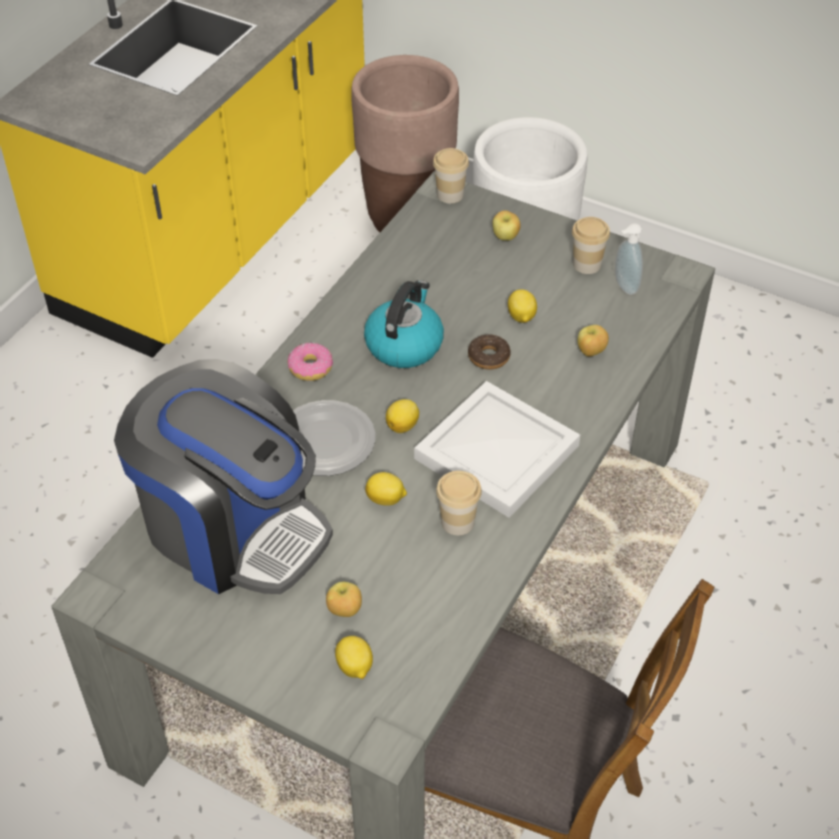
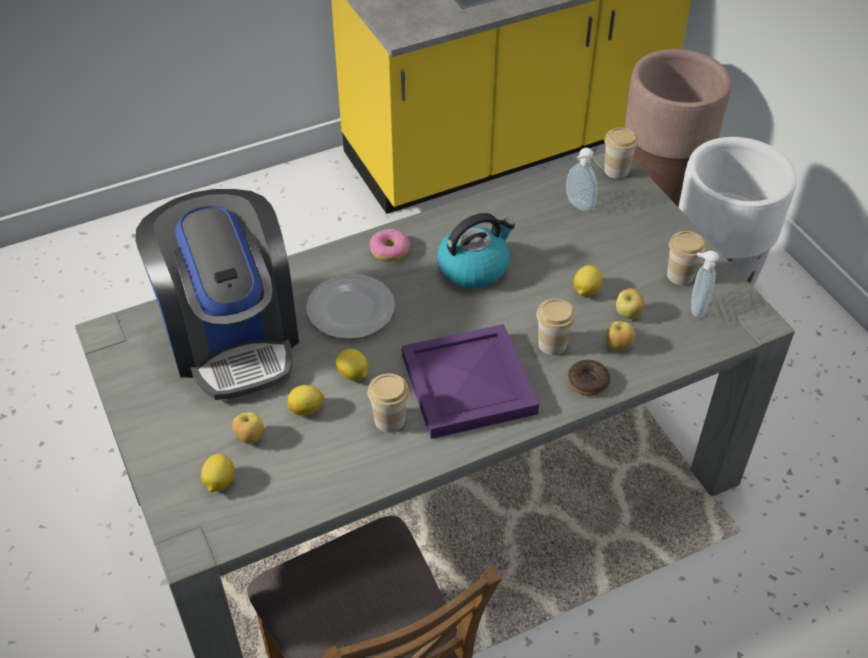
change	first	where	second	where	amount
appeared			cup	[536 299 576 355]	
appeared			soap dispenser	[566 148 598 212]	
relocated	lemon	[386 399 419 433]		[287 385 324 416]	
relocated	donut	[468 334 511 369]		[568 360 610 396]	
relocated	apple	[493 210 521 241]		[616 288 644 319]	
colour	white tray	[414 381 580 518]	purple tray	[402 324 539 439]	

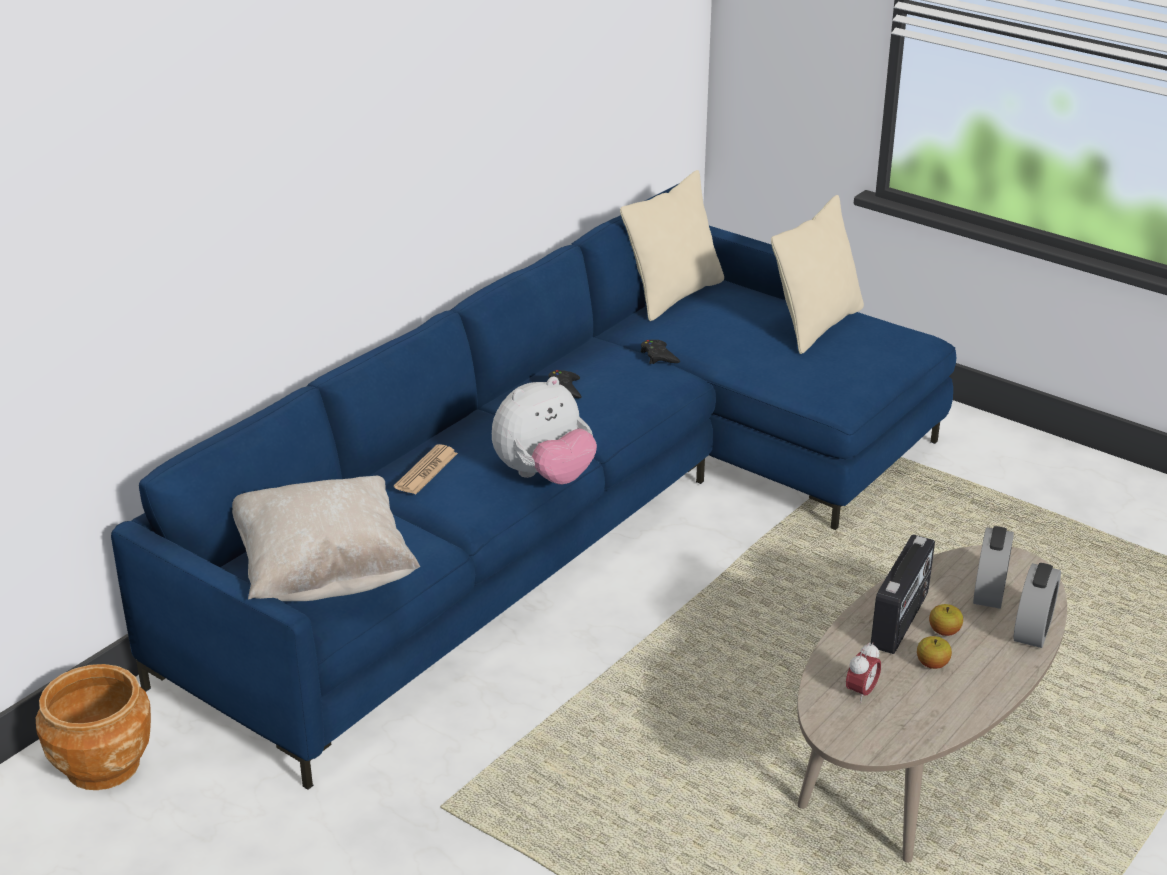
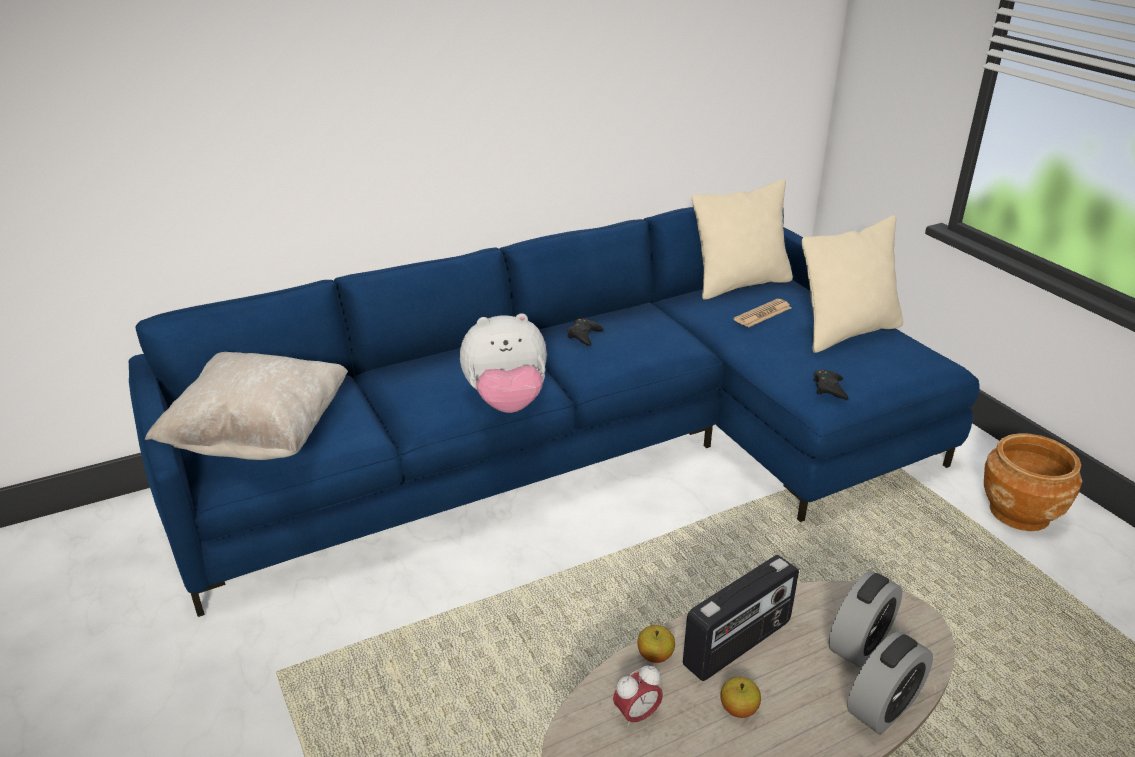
change	first	where	second	where	amount
relocated	brown planter	[36 664 151 790]		[984 433 1082 531]	
relocated	newspaper	[394 444 458 494]		[734 299 791 328]	
relocated	black game controller	[641 340 680 364]		[813 370 849 399]	
relocated	apple	[929 604 963 636]		[637 625 675 663]	

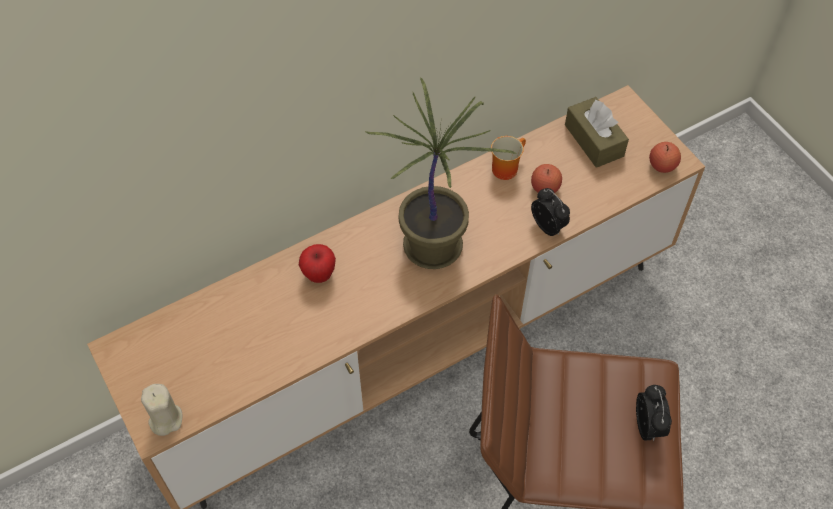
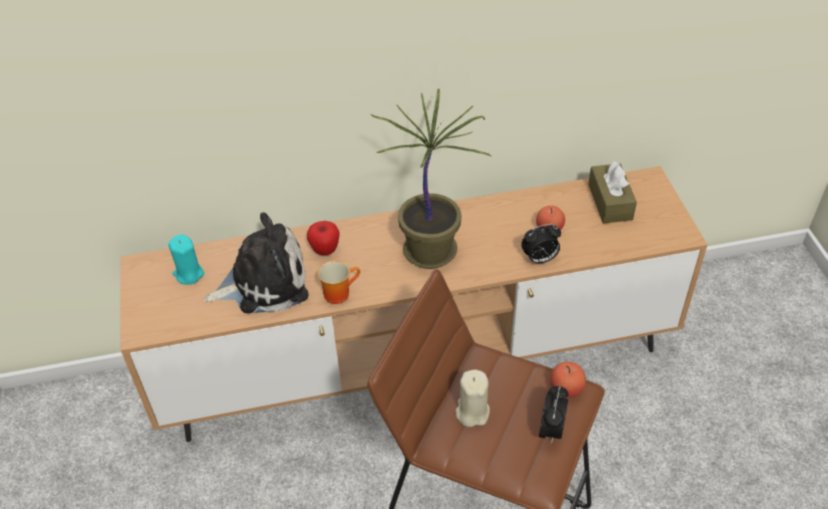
change	first	where	second	where	amount
appeared			turquoise candle	[168 235 204 285]	
appeared			plush toy	[204 212 309 313]	
relocated	beige candle	[141 384 182 436]		[455 370 490 427]	
relocated	mug	[491 136 526 180]		[318 260 360 304]	
relocated	apple	[649 142 681 173]		[551 362 586 398]	
spun	alarm clock	[531 188 570 236]		[521 224 561 263]	90 degrees clockwise

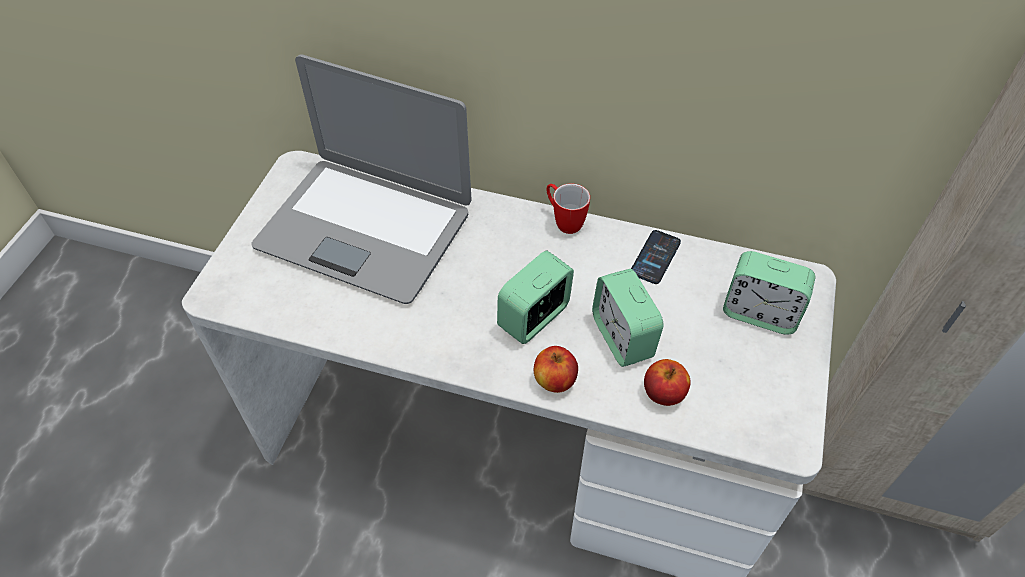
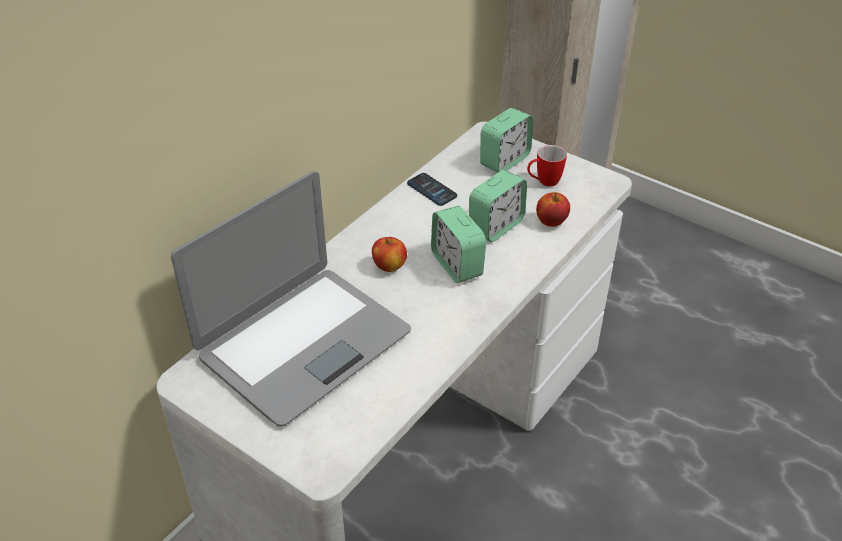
change	first	where	second	where	amount
relocated	apple	[534 346 578 393]		[372 237 407 272]	
relocated	mug	[546 183 590 234]		[527 145 567 186]	
spun	alarm clock	[592 269 663 367]		[469 170 527 242]	45 degrees counterclockwise

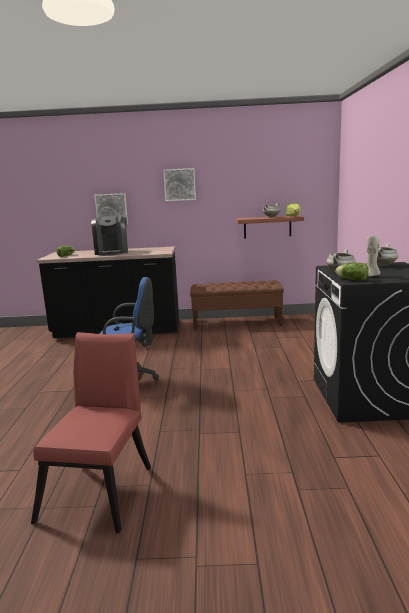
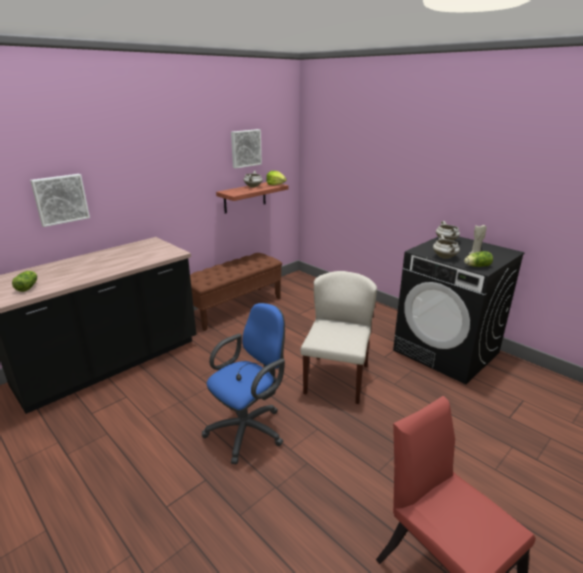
change	first	where	second	where	amount
missing	coffee machine	[91 216 128 256]			
appeared			beige chair	[300 271 377 404]	
relocated	picture	[163 168 196 201]		[231 129 262 169]	

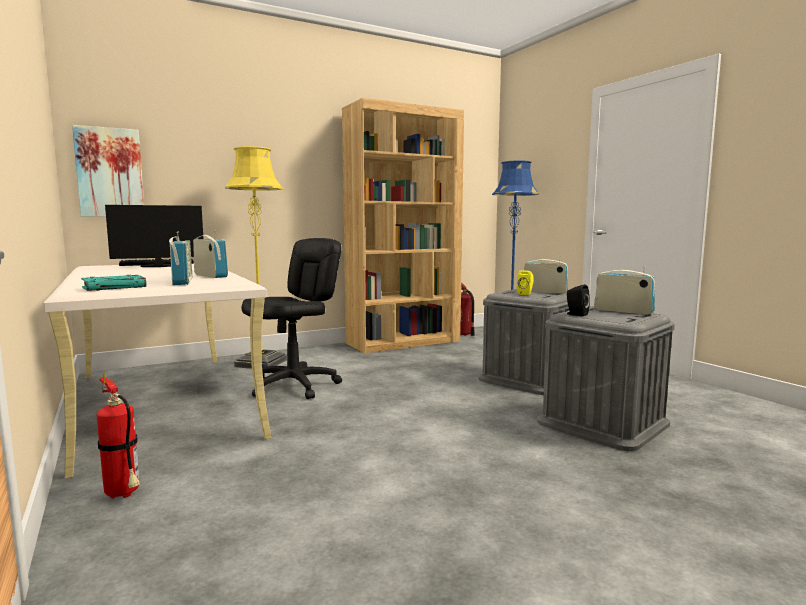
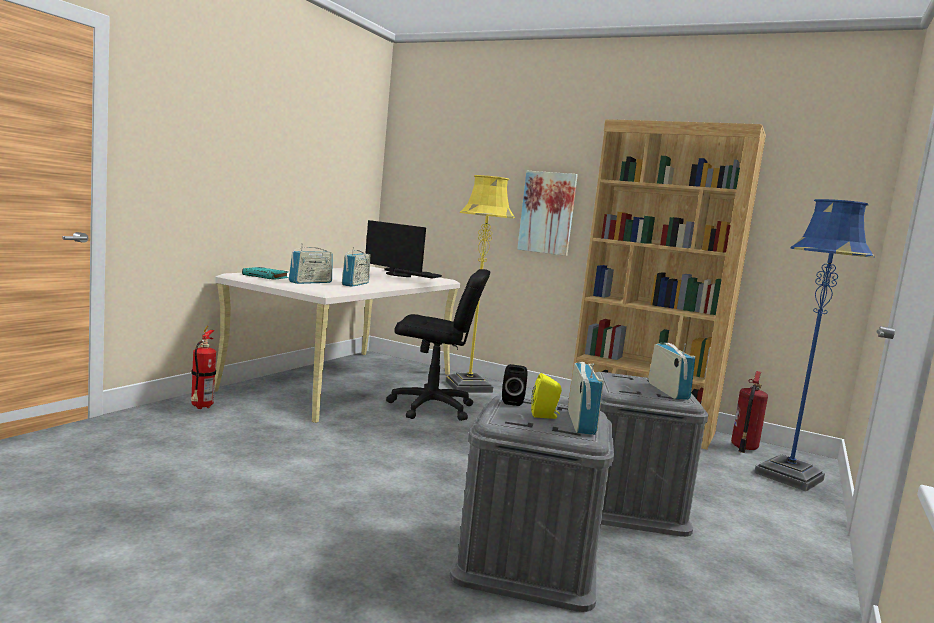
change	first	where	second	where	amount
relocated	picture	[72 125 144 217]		[517 171 578 256]	
relocated	yellow speaker	[517 270 534 295]		[531 373 562 419]	

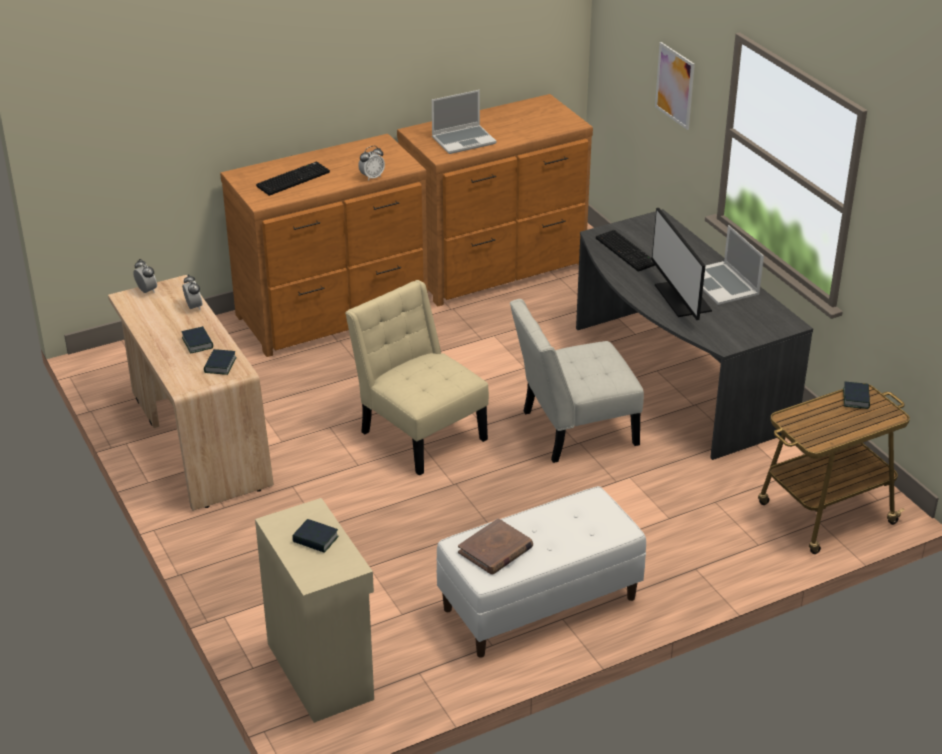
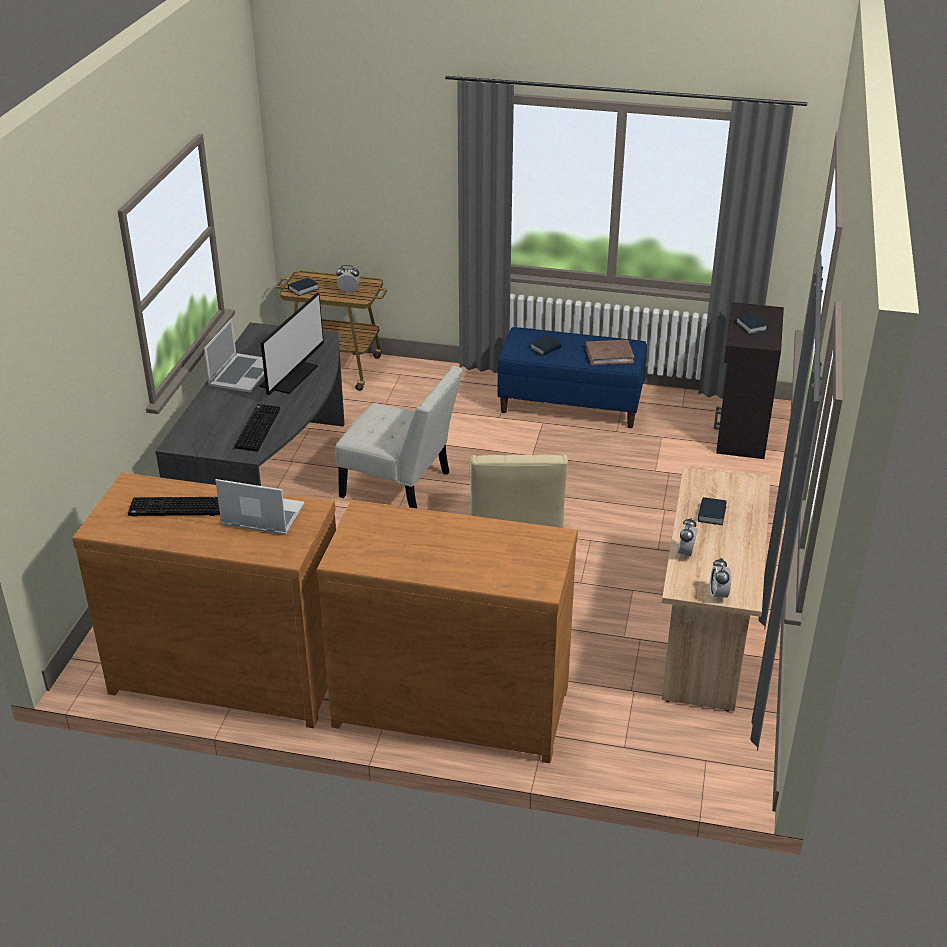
change	first	where	second	where	amount
missing	picture	[655 42 695 130]			
relocated	book	[204 349 237 375]		[530 335 562 356]	
relocated	keyboard	[256 162 330 196]		[128 497 220 516]	
relocated	alarm clock	[358 146 385 181]		[337 265 360 294]	
colour	beige cabinet	[255 498 374 723]	black cabinet	[714 302 784 459]	
colour	white bench	[436 486 646 658]	blue bench	[497 327 647 428]	

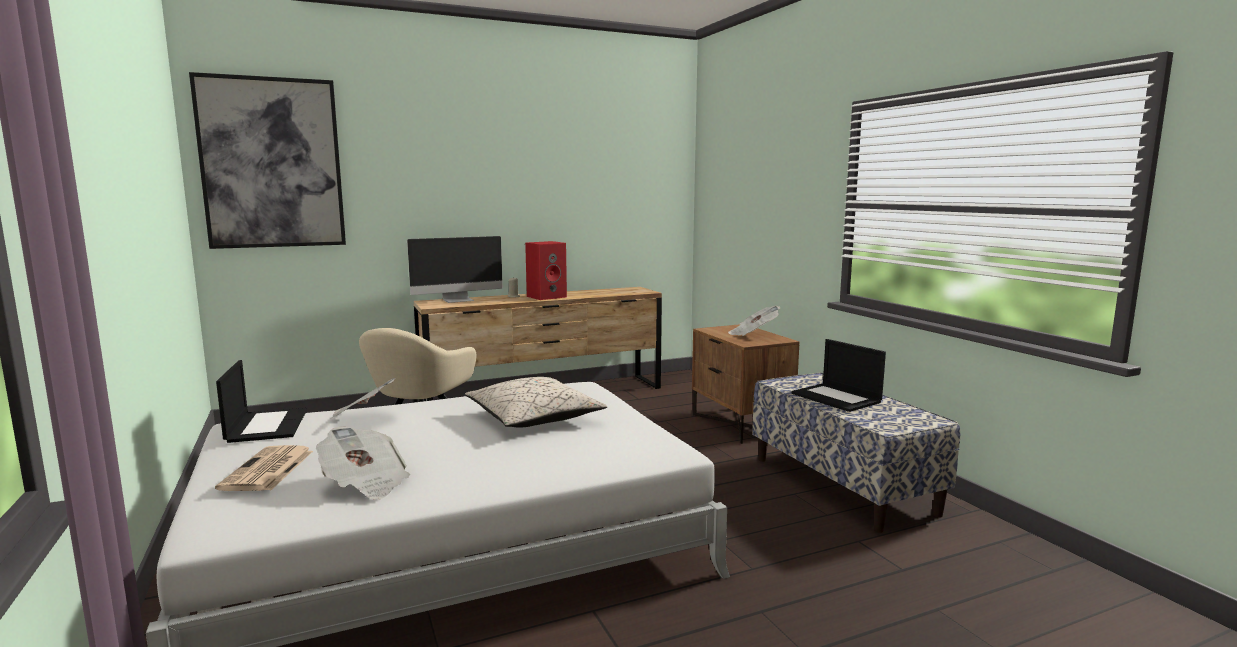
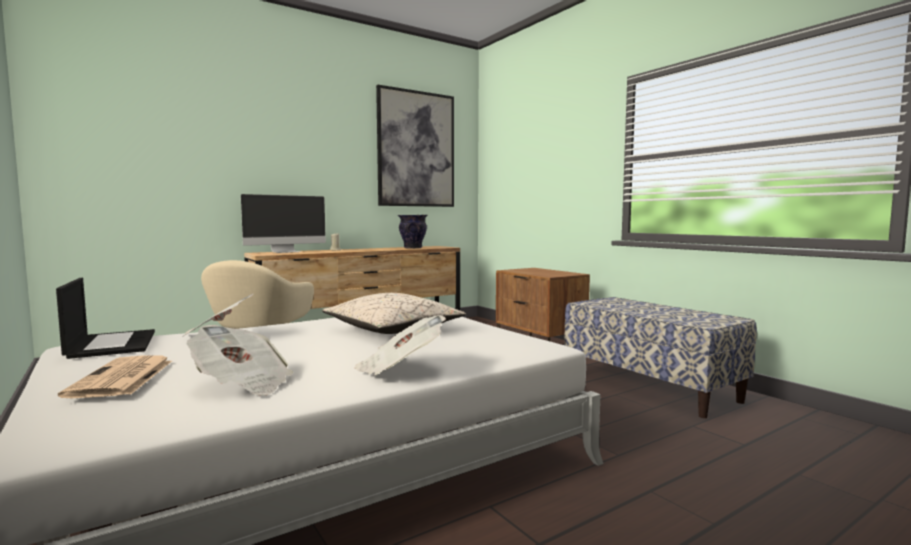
change	first	where	second	where	amount
missing	red speaker	[525 241 567 300]			
missing	laptop	[791 339 886 412]			
appeared			vase	[398 215 427 249]	
relocated	picture	[189 72 346 249]		[376 85 454 207]	
relocated	newspaper	[728 306 780 336]		[355 315 446 375]	

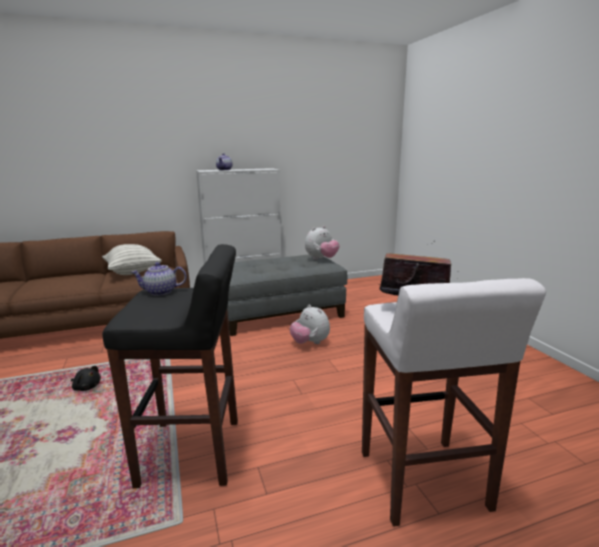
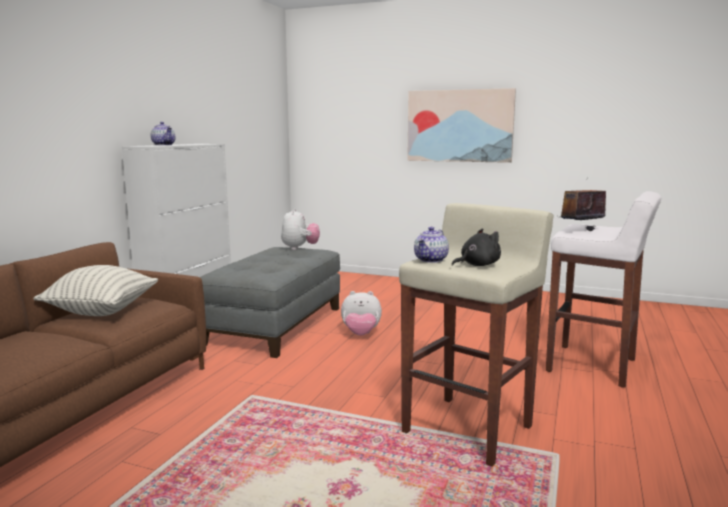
change	first	where	second	where	amount
appeared			picture	[407 88 516 163]	
relocated	black plush toy	[71 366 101 391]		[452 229 501 266]	
colour	black stool	[102 244 238 488]	beige stool	[399 203 554 467]	

